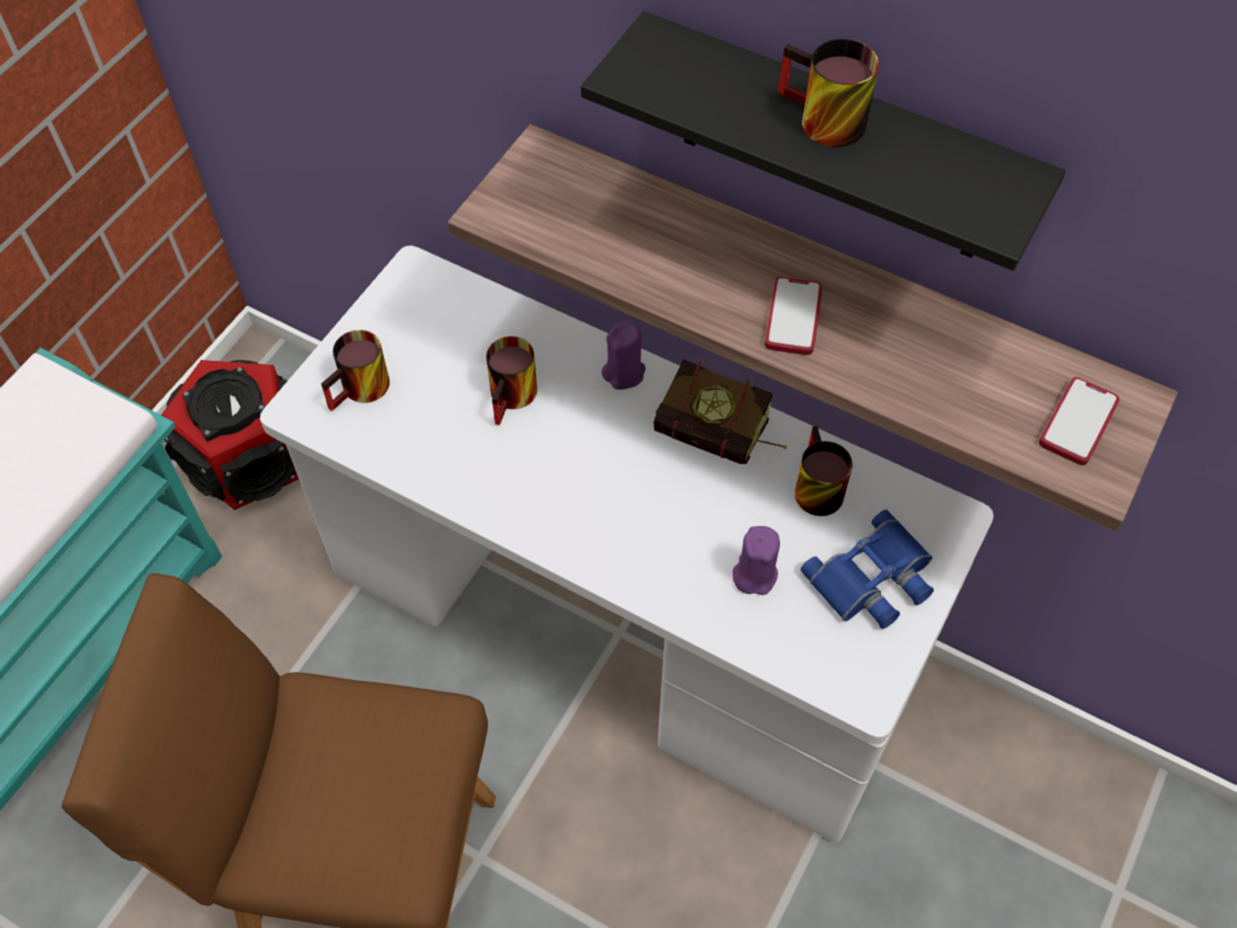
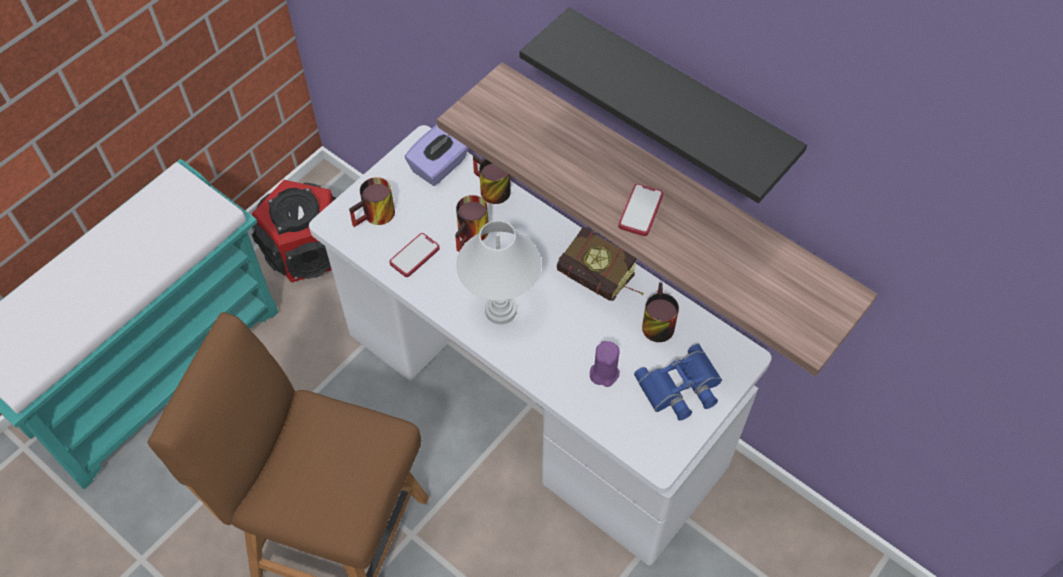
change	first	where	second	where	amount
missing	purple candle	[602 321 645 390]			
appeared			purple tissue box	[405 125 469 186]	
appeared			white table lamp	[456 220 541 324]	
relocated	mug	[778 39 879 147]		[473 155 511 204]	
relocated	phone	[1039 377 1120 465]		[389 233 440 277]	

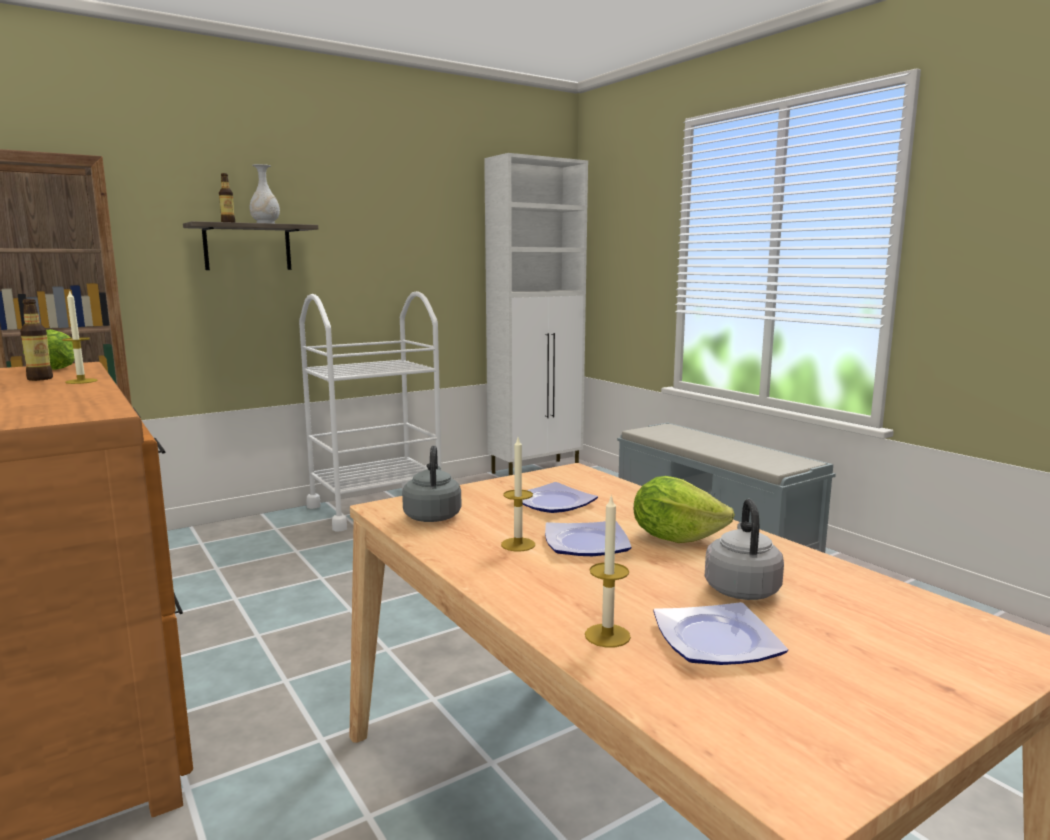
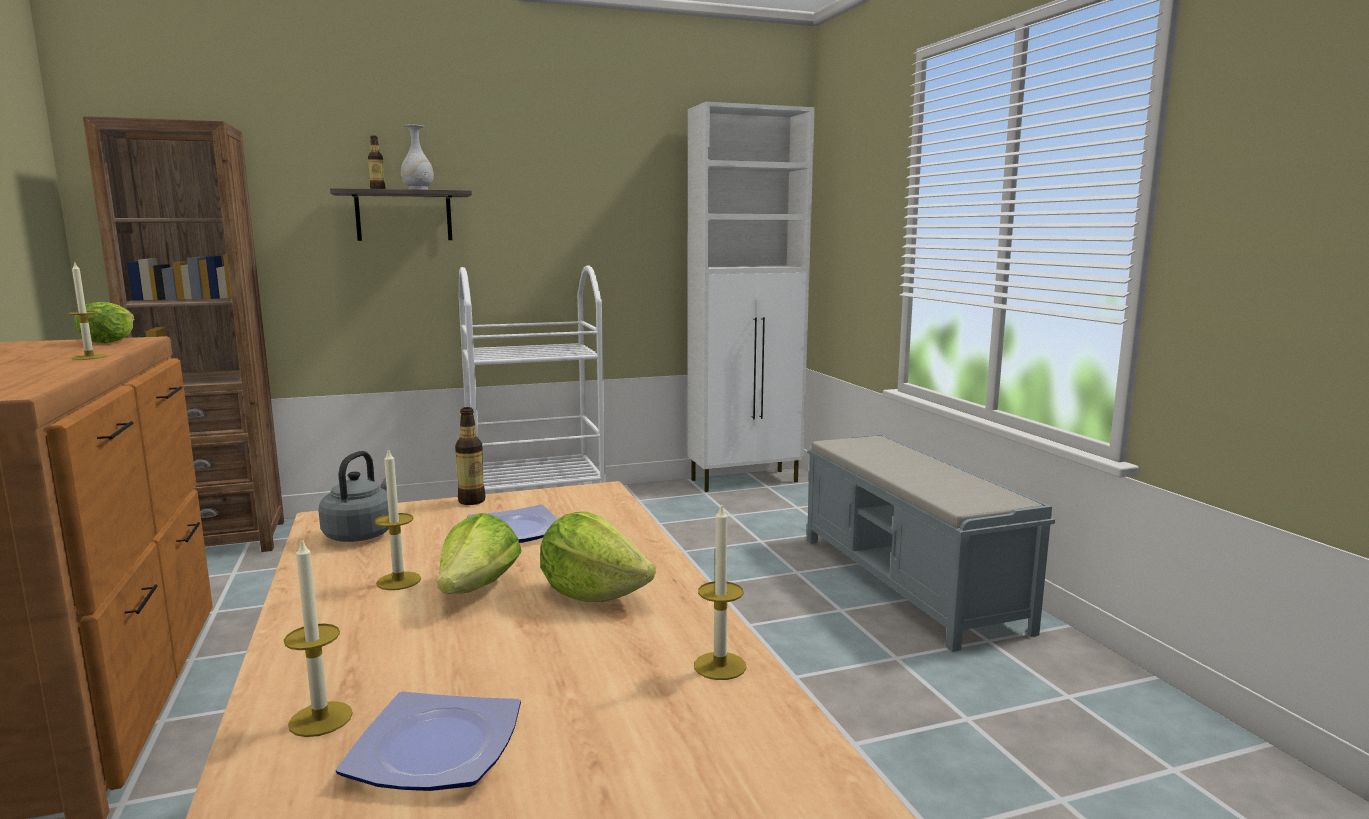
change	first	where	second	where	amount
missing	grey kettle	[705 499 784 600]			
appeared			candle	[694 502 746 680]	
relocated	bottle	[20 299 53 381]		[455 407 486 505]	
exchanged	plate	[545 521 632 556]	lettuce	[437 513 522 594]	

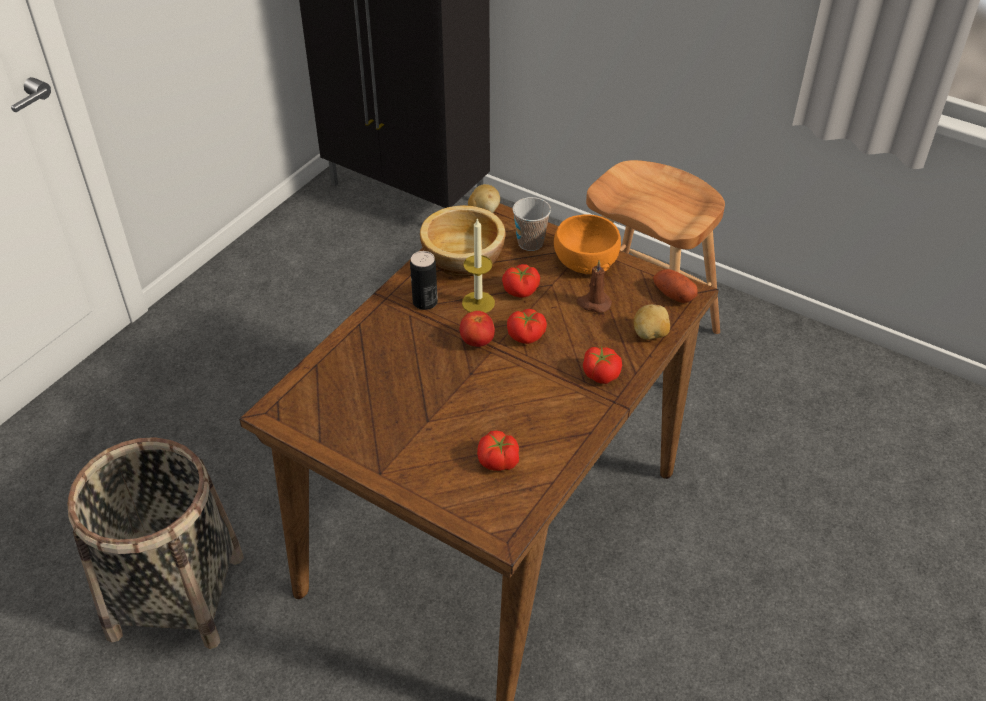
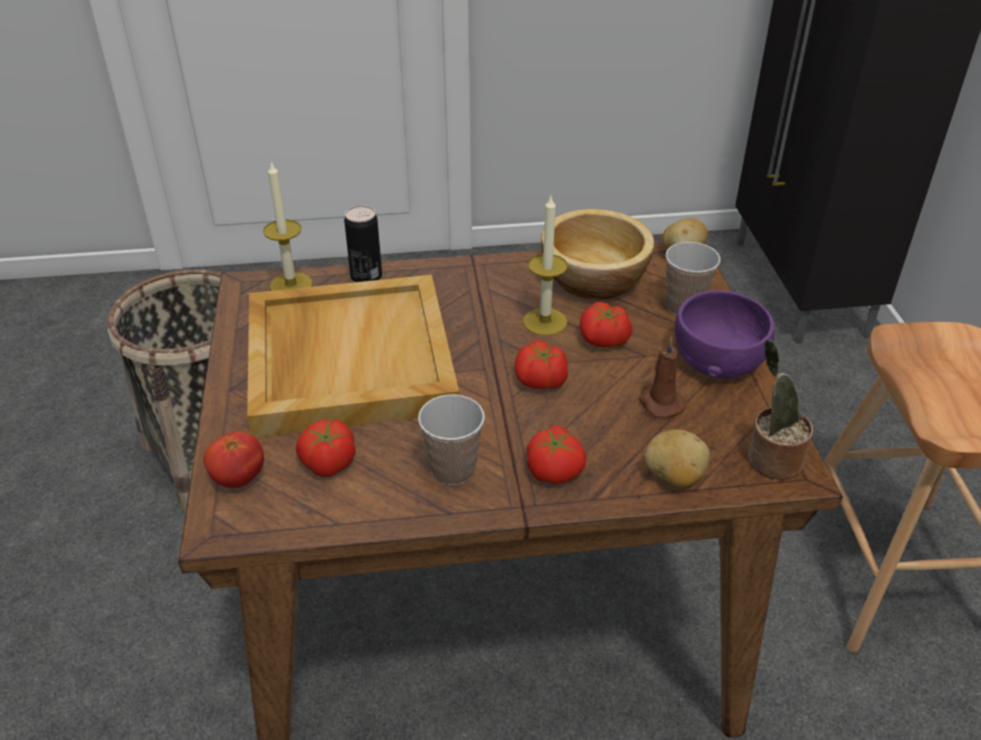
change	first	where	second	where	amount
appeared			beige tray	[247 275 459 438]	
appeared			candle	[263 161 313 291]	
appeared			cup	[418 394 485 485]	
relocated	can	[410 251 438 310]		[344 205 382 282]	
relocated	tomato	[459 311 495 347]		[203 431 264 488]	
exchanged	potato	[653 269 698 303]	potted plant	[748 340 813 480]	
colour	orange bowl	[554 214 621 274]	purple bowl	[675 290 775 378]	

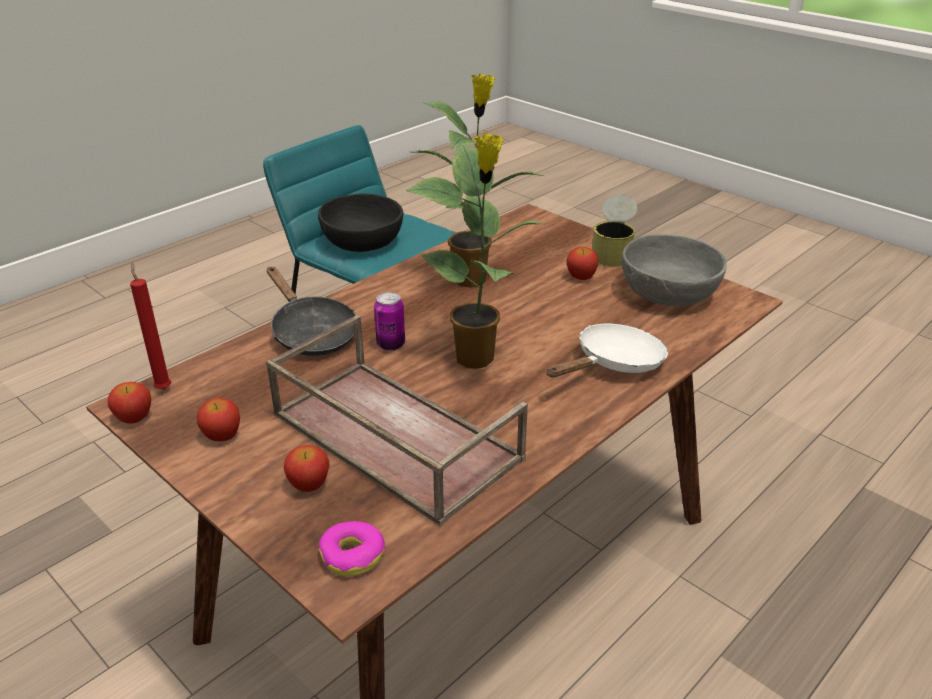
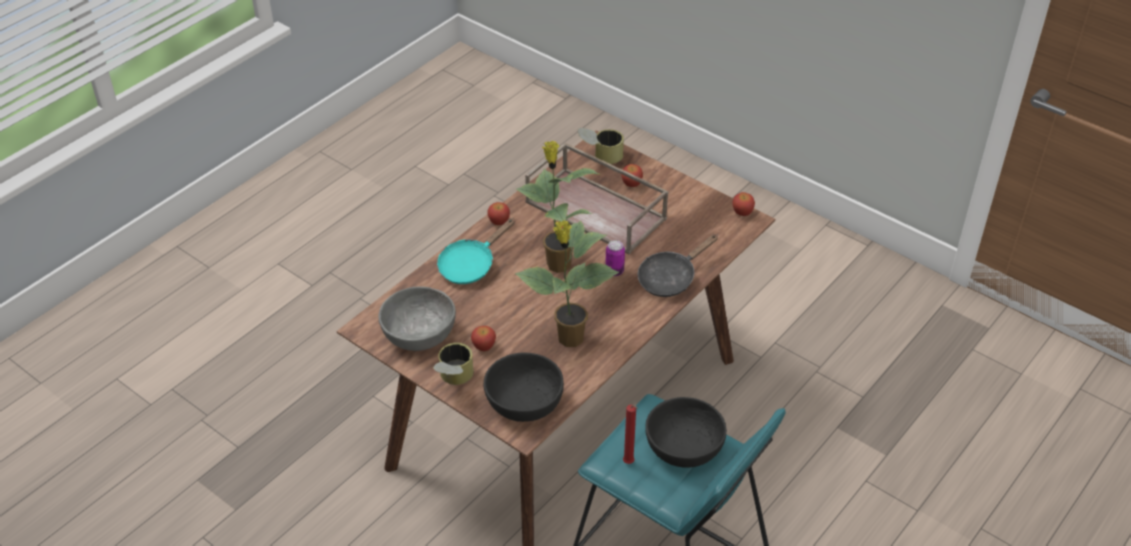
change	first	where	second	where	amount
appeared			black bowl	[484 352 564 422]	
relocated	red candle	[130 262 171 390]		[623 405 638 464]	
relocated	apple	[197 398 240 442]		[487 202 510 225]	
exchanged	donut	[319 521 386 577]	can	[578 128 624 164]	
colour	white frying pan	[546 324 668 378]	turquoise frying pan	[437 219 515 284]	
spun	black frying pan	[267 267 356 356]		[638 234 718 297]	90 degrees counterclockwise

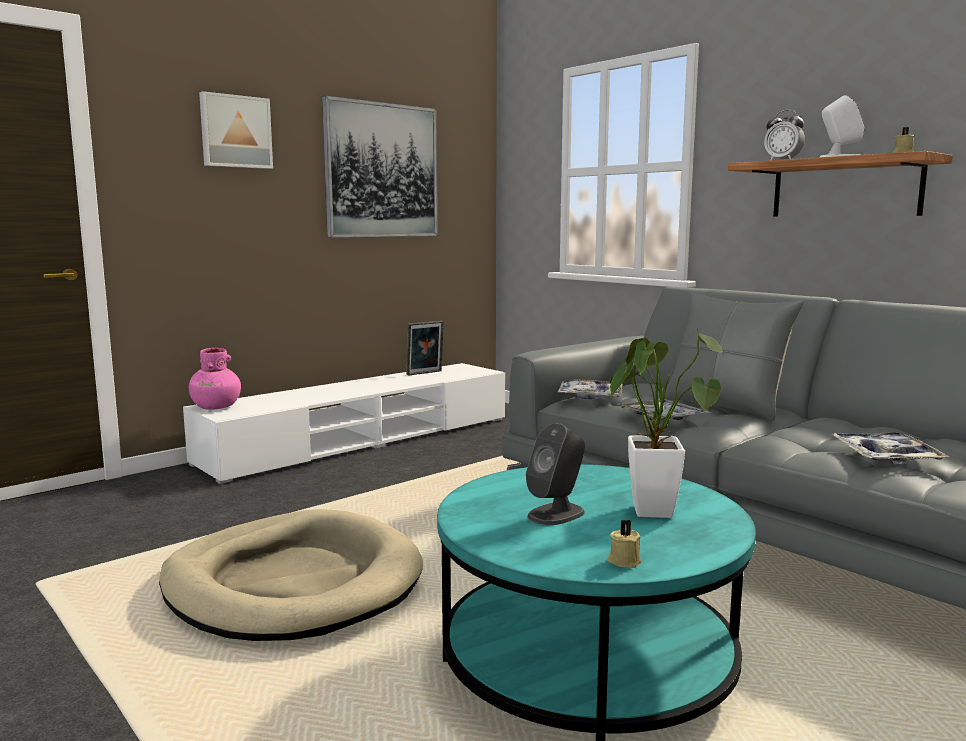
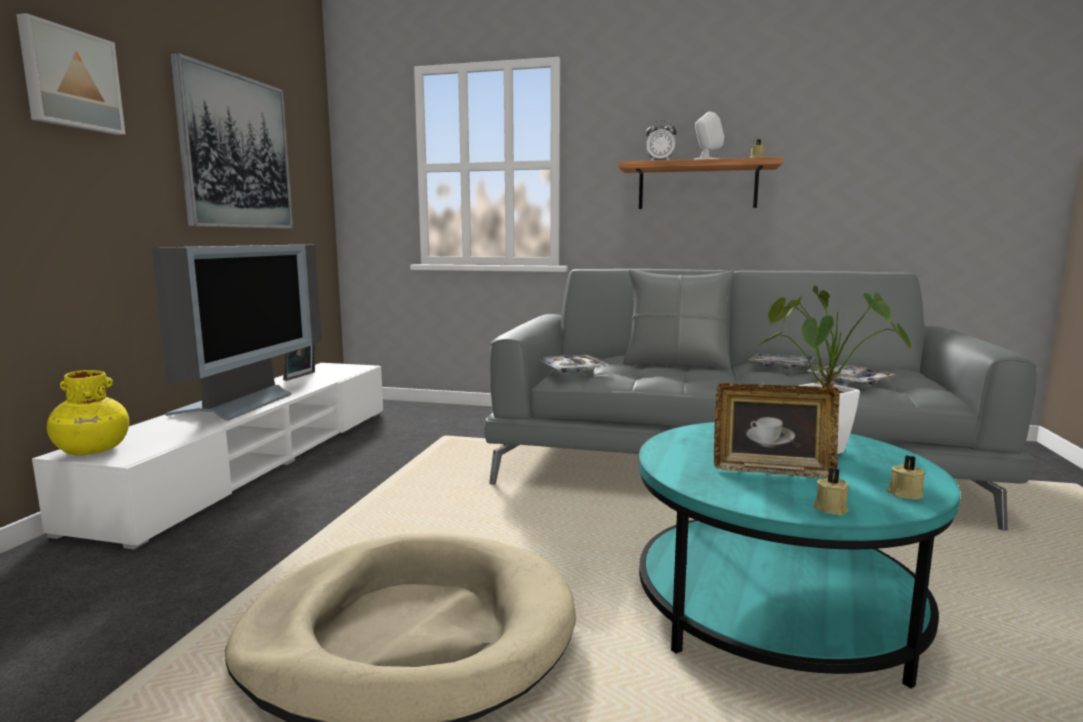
change	first	where	second	where	amount
appeared			television	[151 245 322 421]	
appeared			beige candle	[813 468 849 515]	
relocated	tray	[618 399 711 420]		[748 353 815 369]	
exchanged	grey speaker	[526 423 585 525]	picture frame	[714 383 840 478]	
colour	pink vase	[189 348 241 410]	yellow vase	[47 370 129 455]	

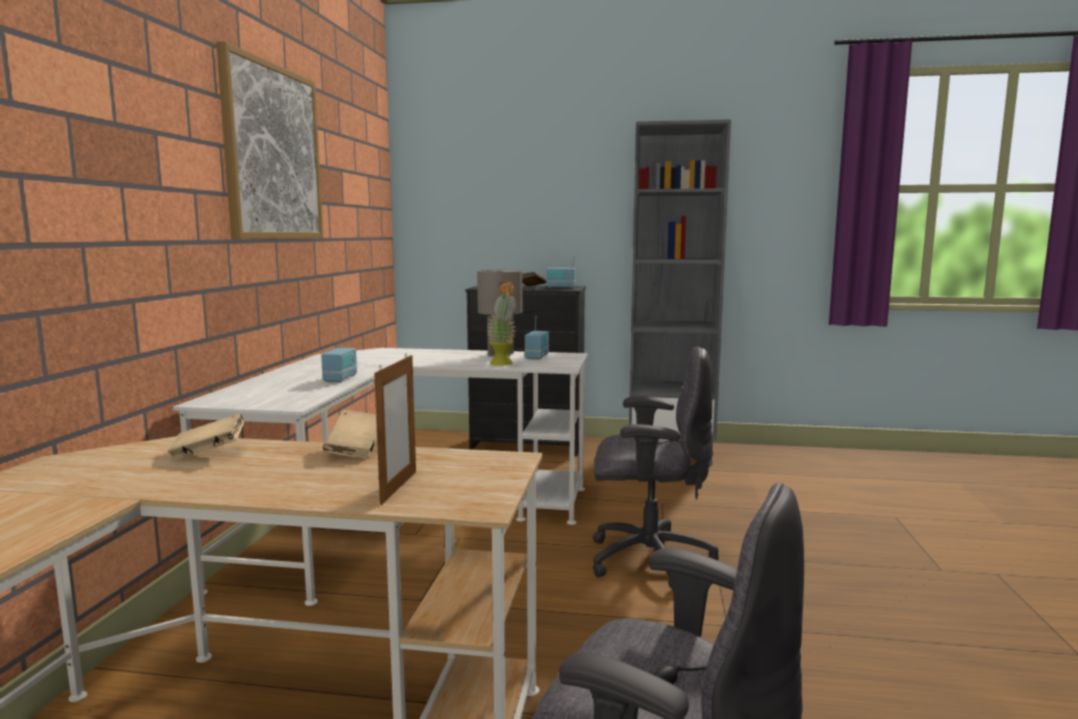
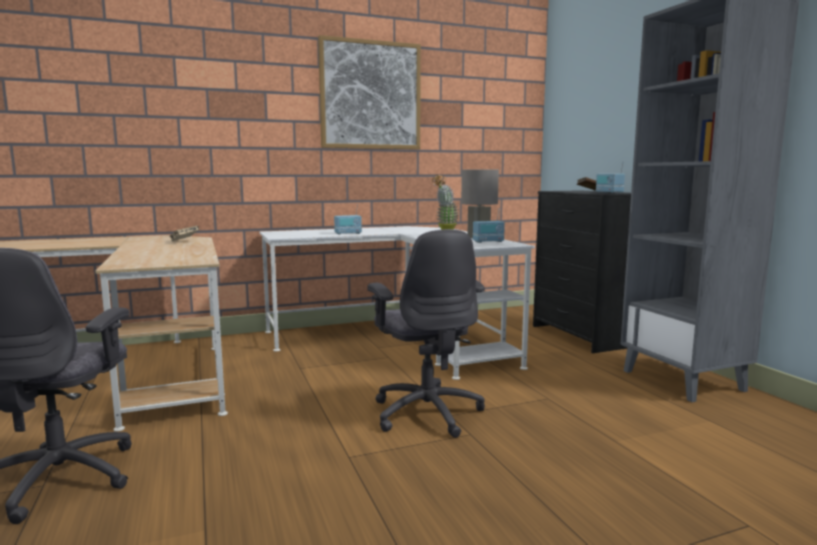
change	first	where	second	where	amount
missing	beige book	[323 410 377 459]			
missing	picture frame	[374 353 416 505]			

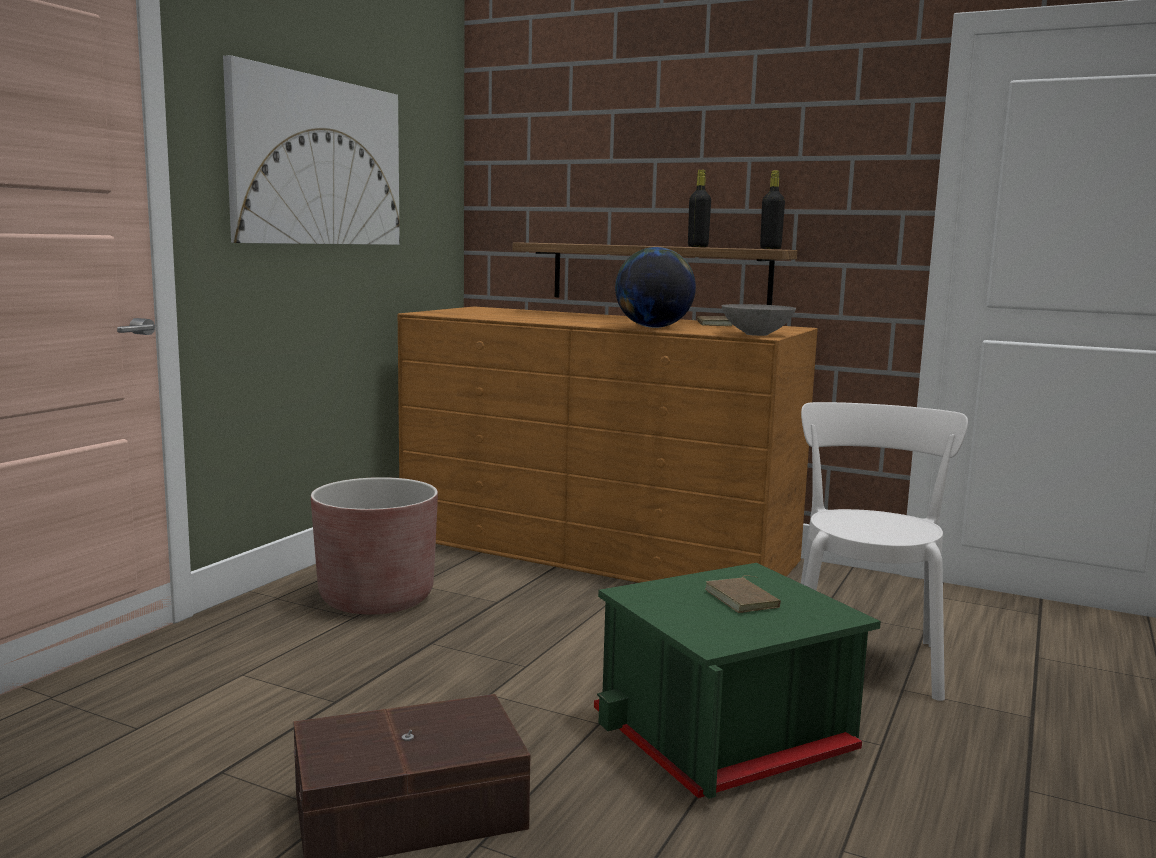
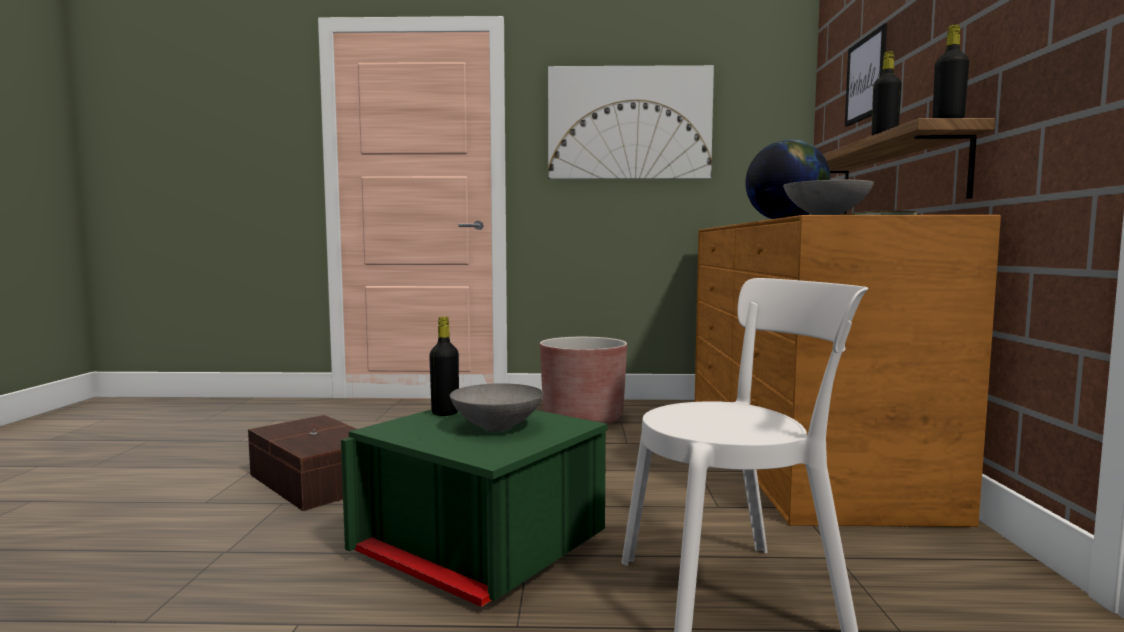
change	first	where	second	where	amount
appeared			black bottle	[429 317 459 416]	
appeared			picture	[845 24 887 127]	
exchanged	brown book	[705 575 781 613]	grey bowl	[450 383 543 432]	

